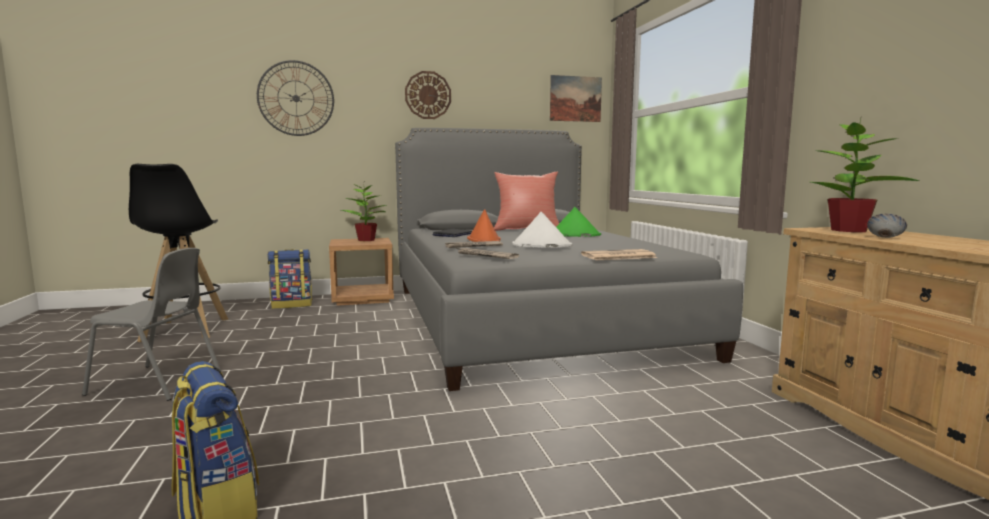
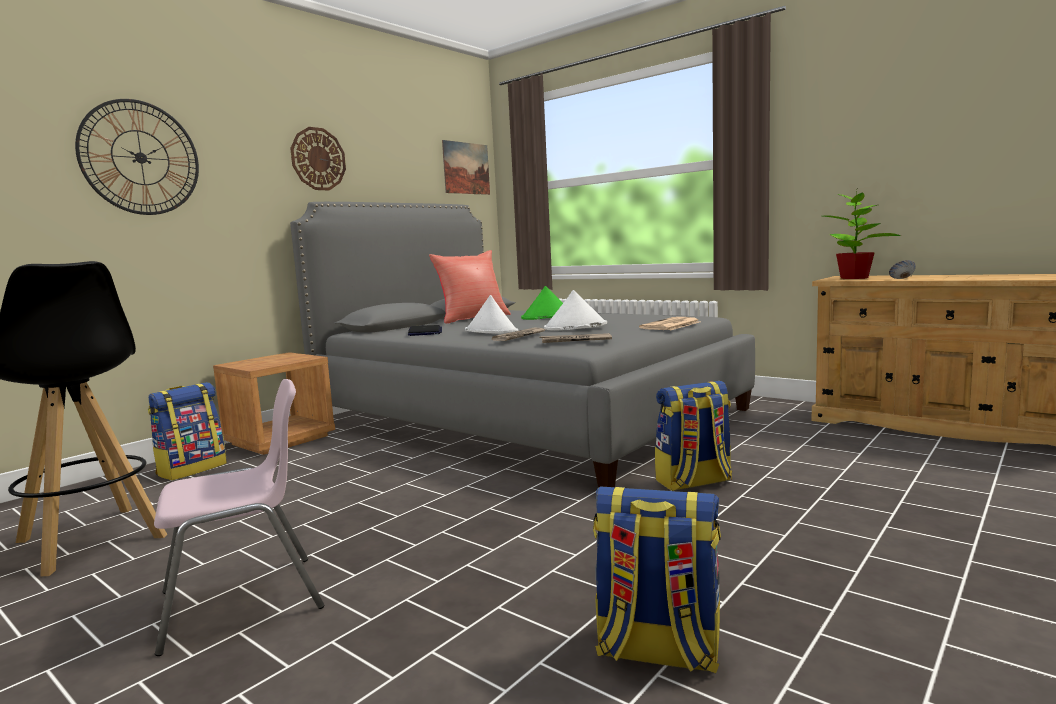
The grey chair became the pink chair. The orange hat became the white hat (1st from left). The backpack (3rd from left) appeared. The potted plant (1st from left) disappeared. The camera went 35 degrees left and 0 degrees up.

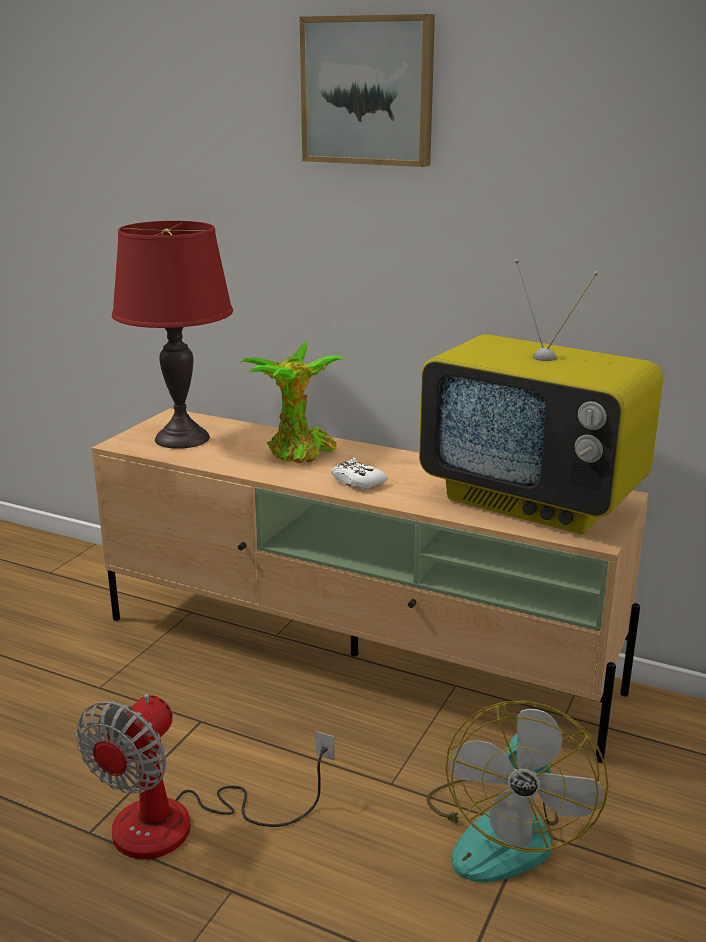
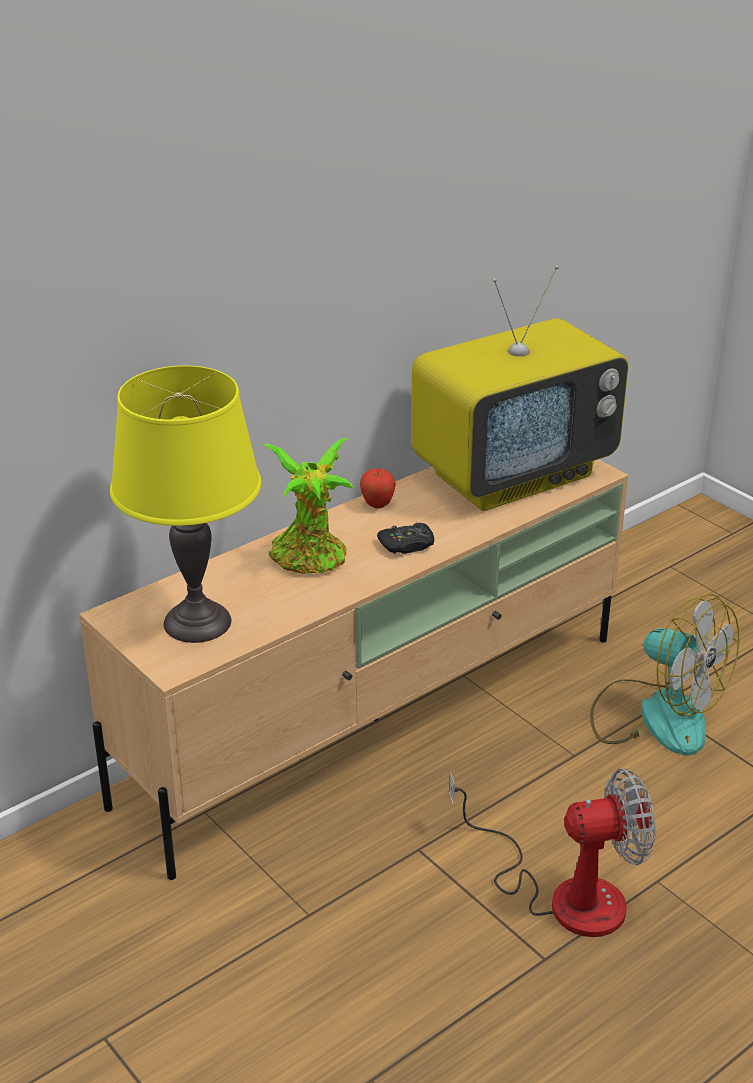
The red table lamp became the yellow table lamp. The apple appeared. The white game controller became the black game controller. The fan (1st from left) turned 60 degrees counterclockwise. The picture disappeared. The camera went 65 degrees left and 10 degrees up.

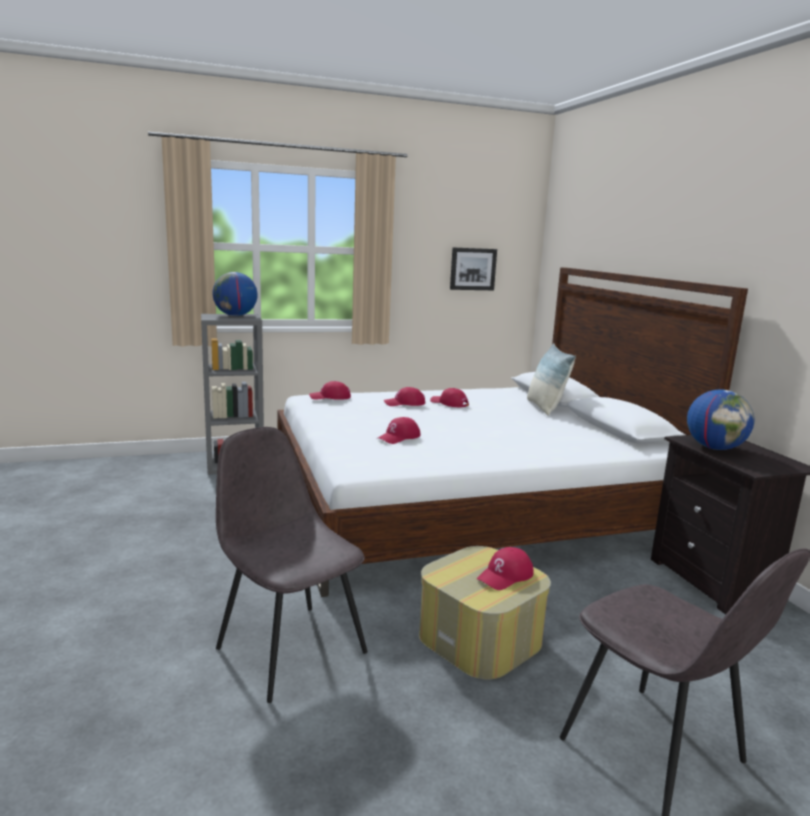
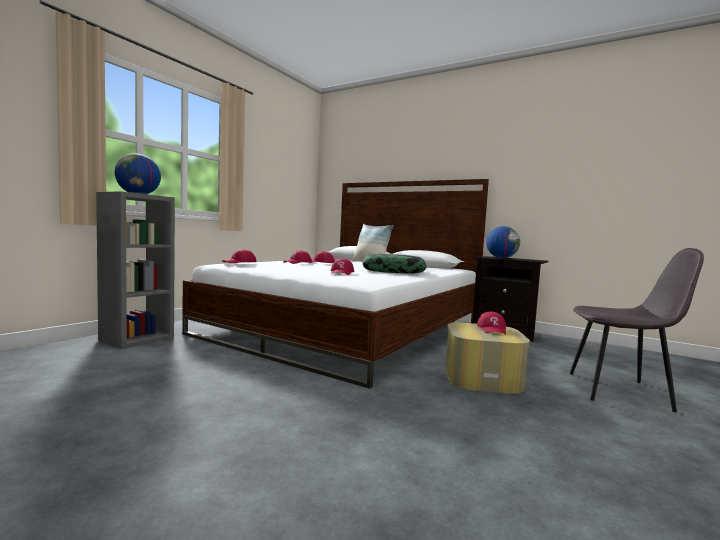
The pillow (2nd from left) appeared. The grey chair (1st from left) disappeared. The picture disappeared. The camera went 40 degrees left and 10 degrees down.

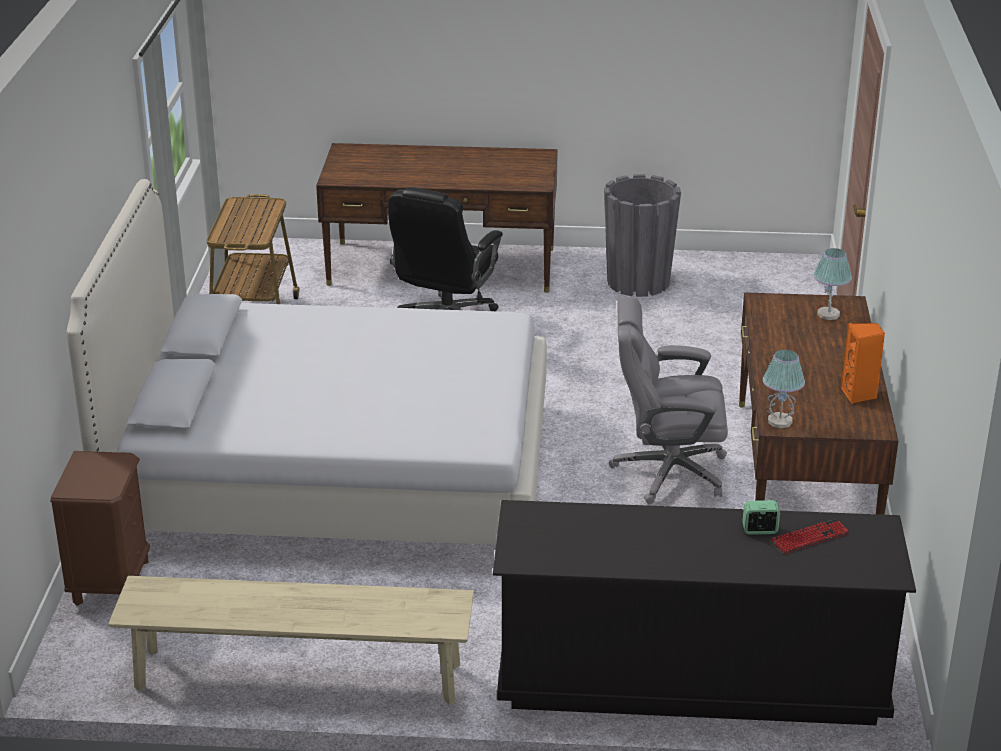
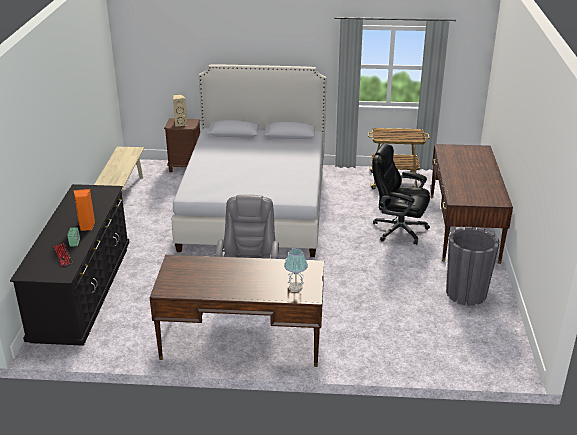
The orange speaker moved. The beige speaker appeared. The table lamp (1st from left) disappeared. The camera went 90 degrees right and 0 degrees up.

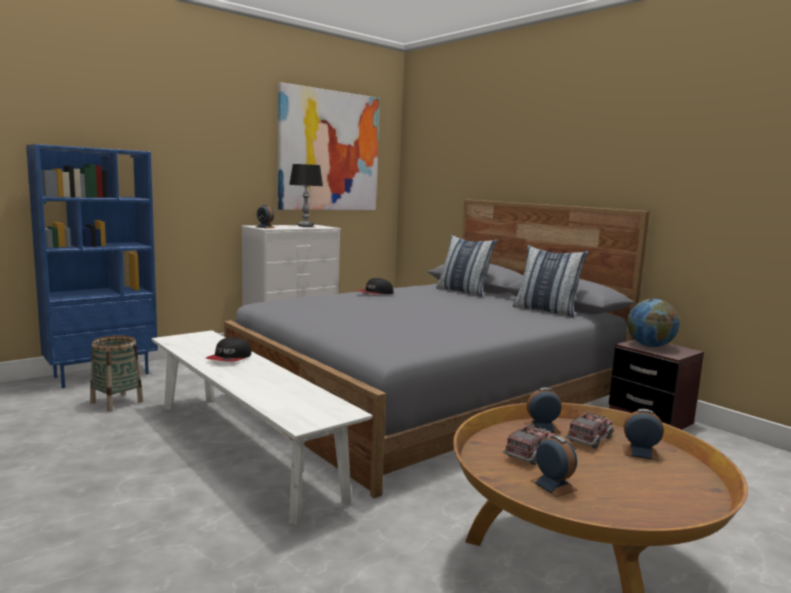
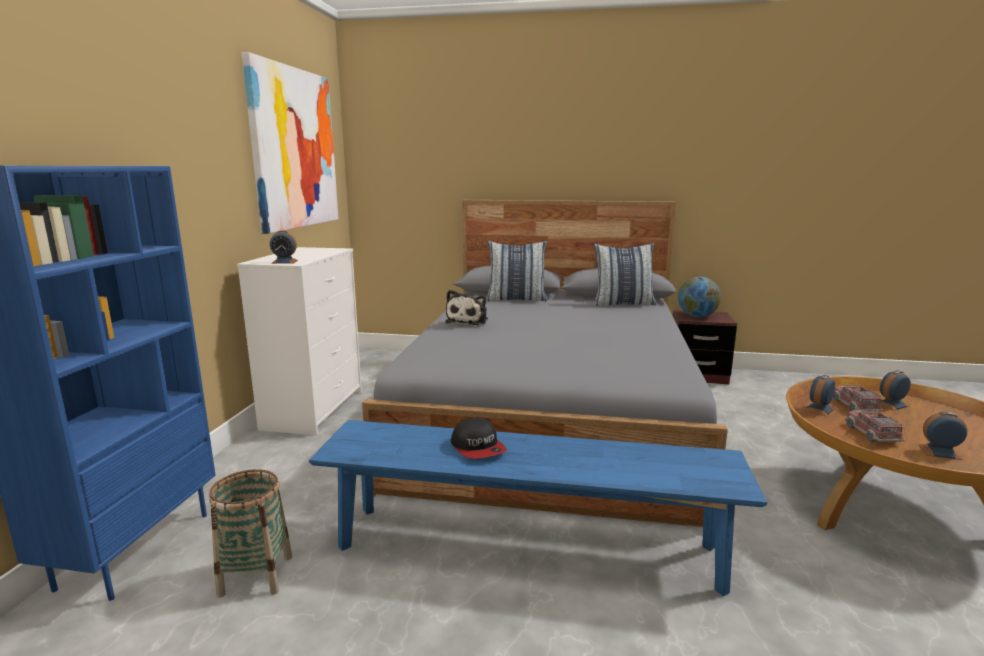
The white bench became the blue bench. The cap (2nd from left) was replaced by the plush toy. The table lamp disappeared. The camera went 40 degrees left and 5 degrees up.

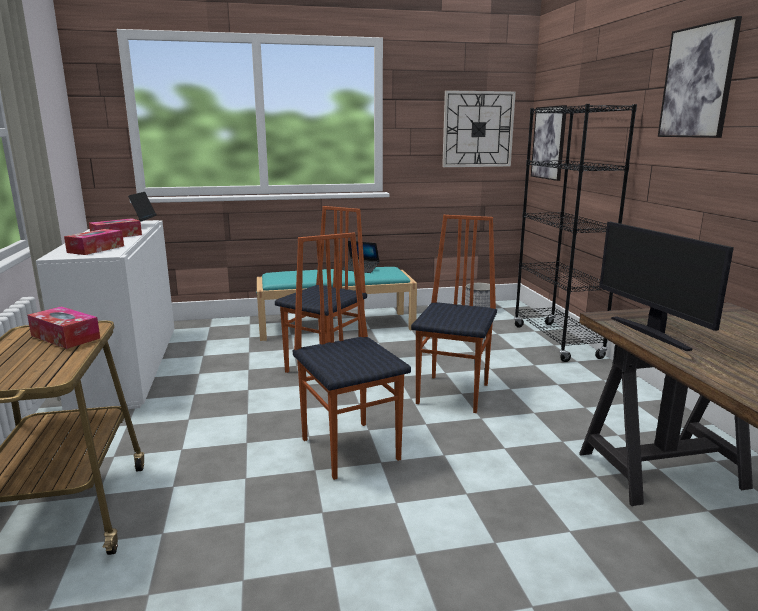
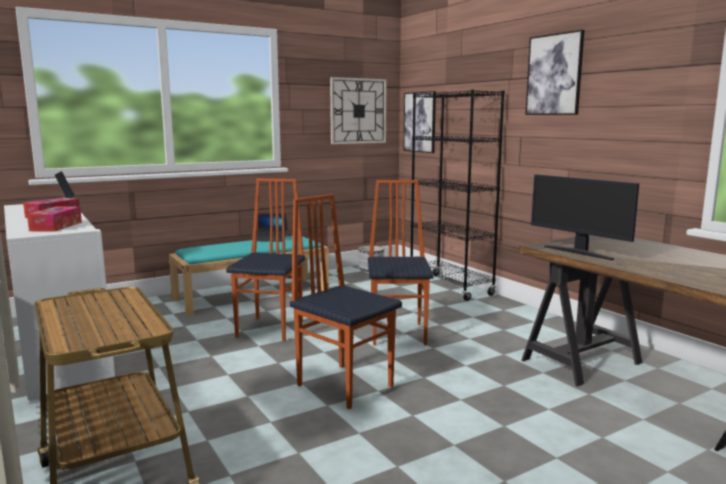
The tissue box (1st from left) disappeared. The camera went 20 degrees left and 5 degrees down.

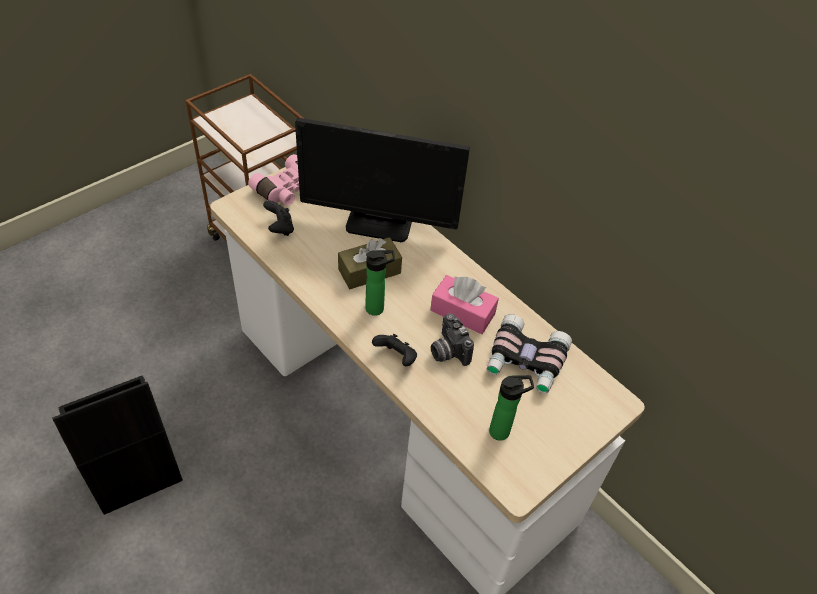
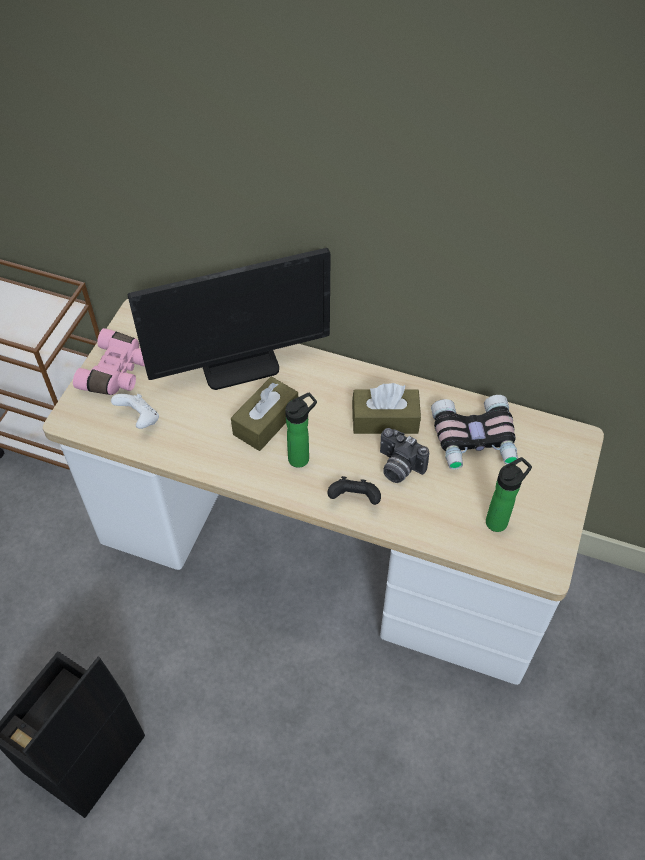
The black game controller (1st from left) became the white game controller. The pink tissue box became the brown tissue box (2nd from left). The camera went 25 degrees left and 5 degrees up.

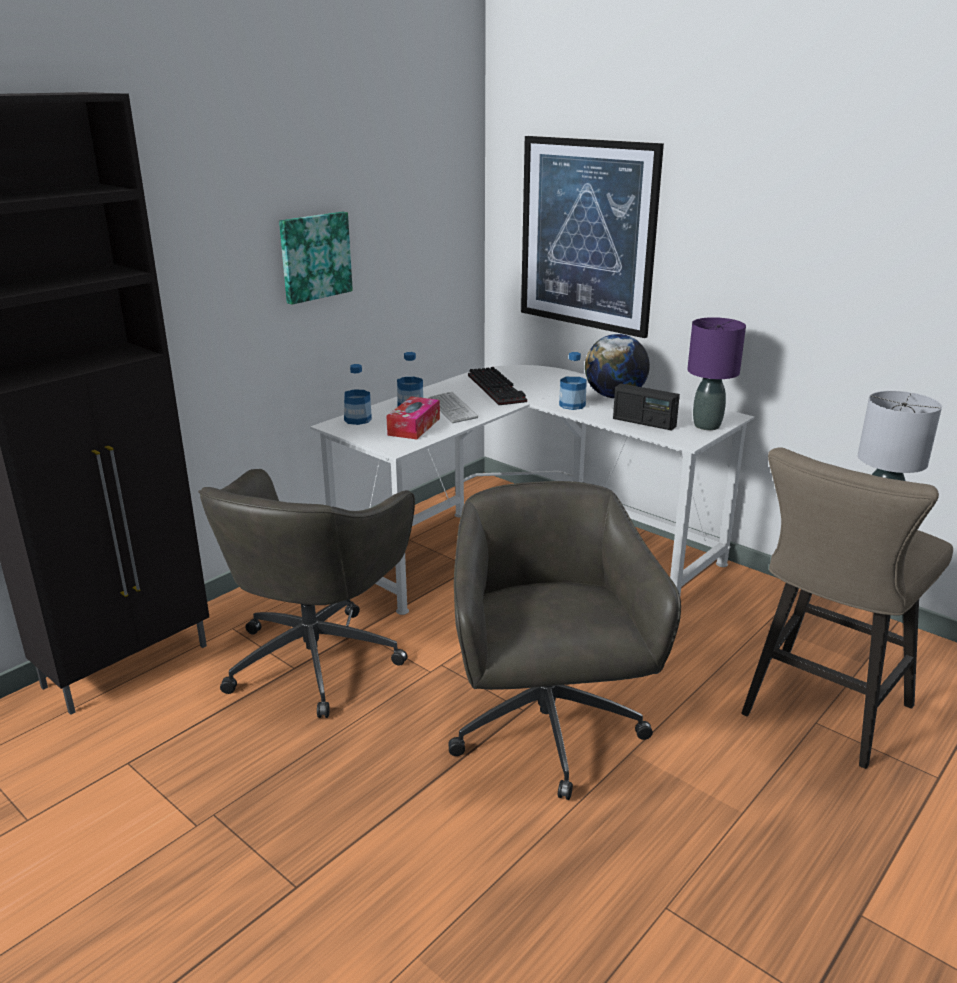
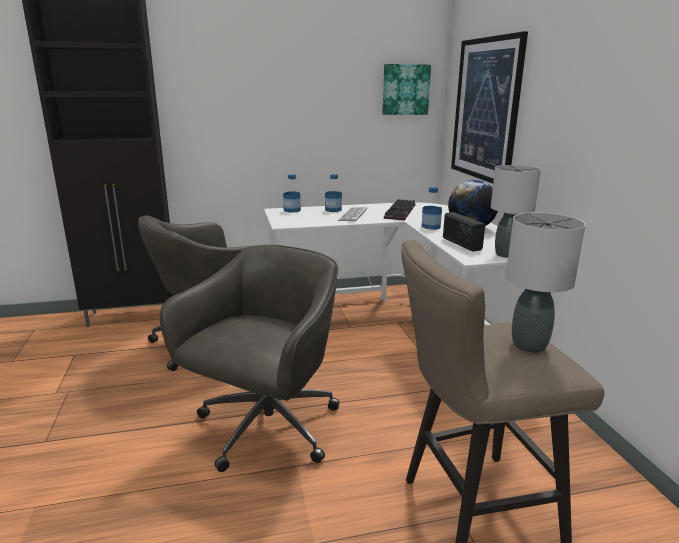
The picture (1st from left) moved. The purple table lamp became the grey table lamp (1st from left). The tissue box disappeared. The camera went 35 degrees right and 5 degrees down.

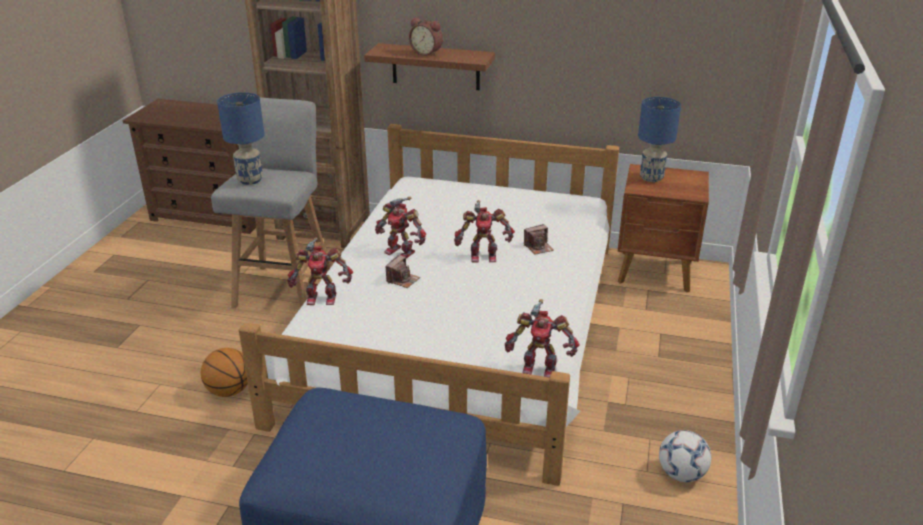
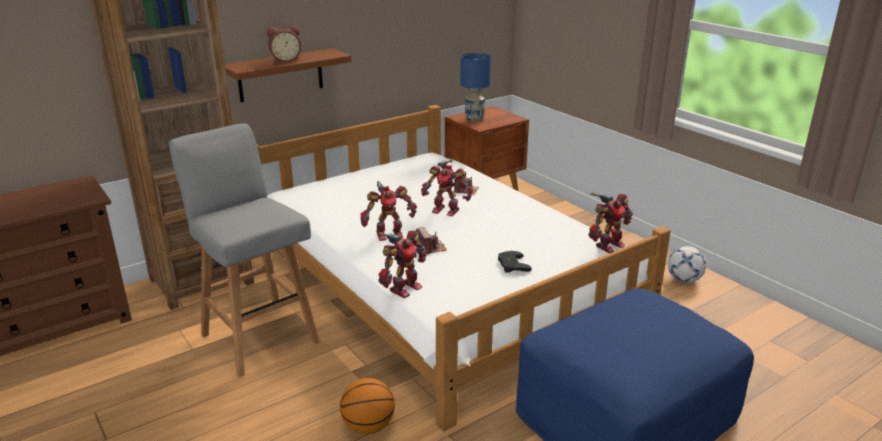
The toy robot (3rd from left) turned 75 degrees clockwise. The black game controller appeared. The blue table lamp (1st from left) disappeared. The camera went 50 degrees left and 5 degrees down.

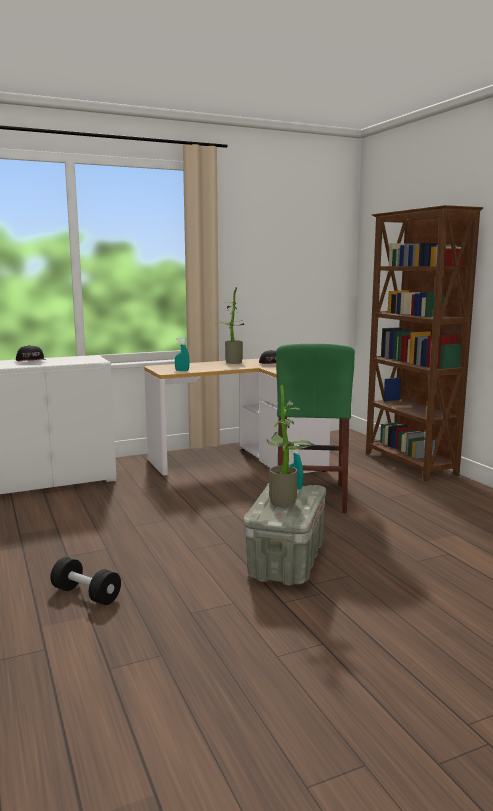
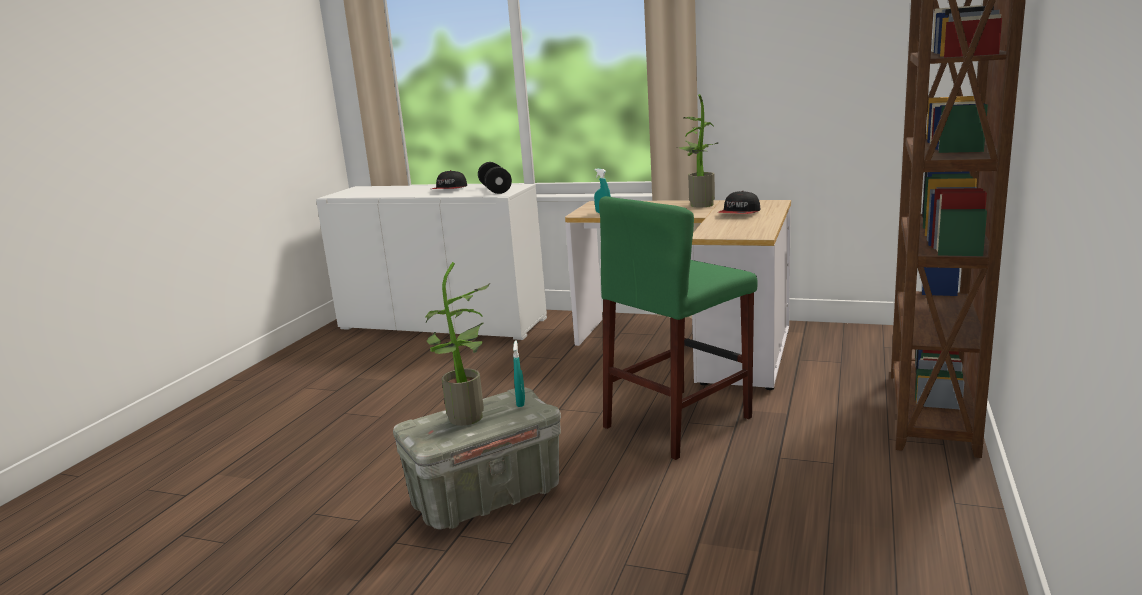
The black dumbbell moved. The camera went 45 degrees right and 5 degrees up.

